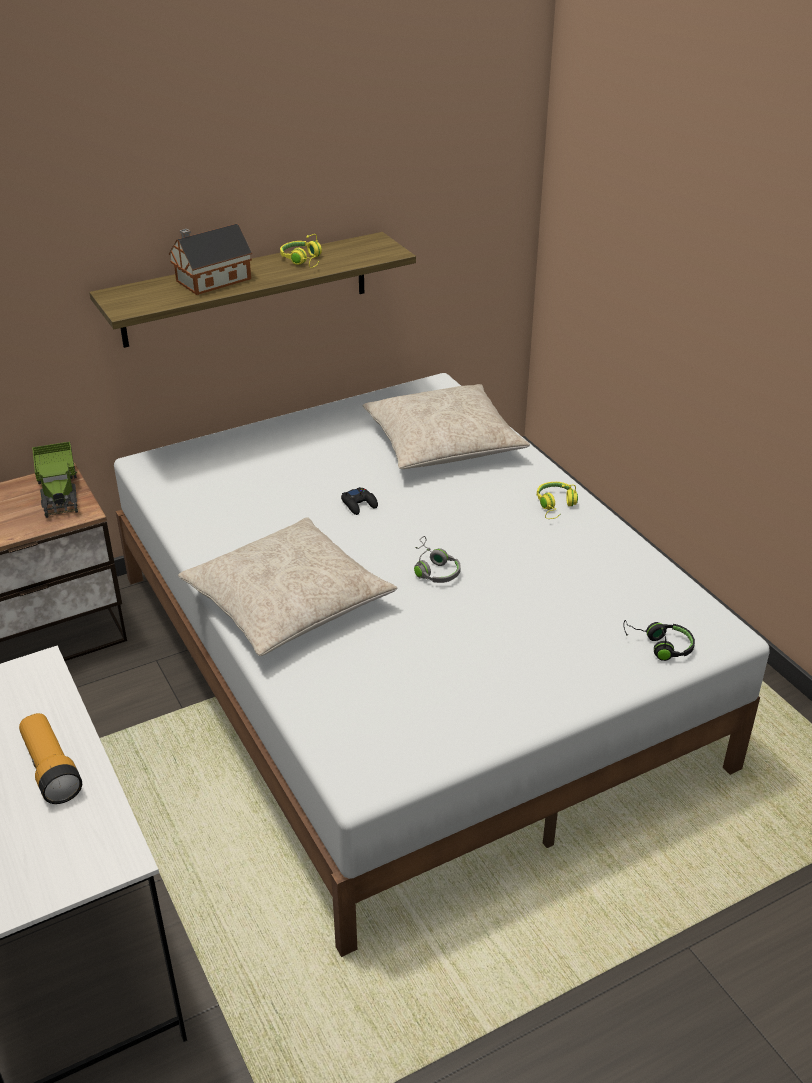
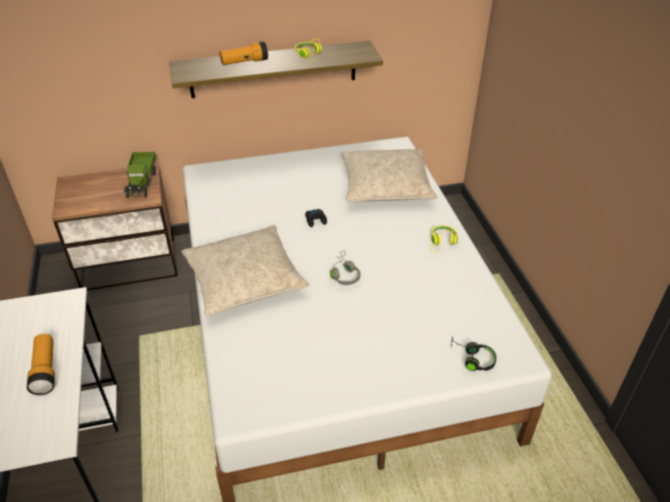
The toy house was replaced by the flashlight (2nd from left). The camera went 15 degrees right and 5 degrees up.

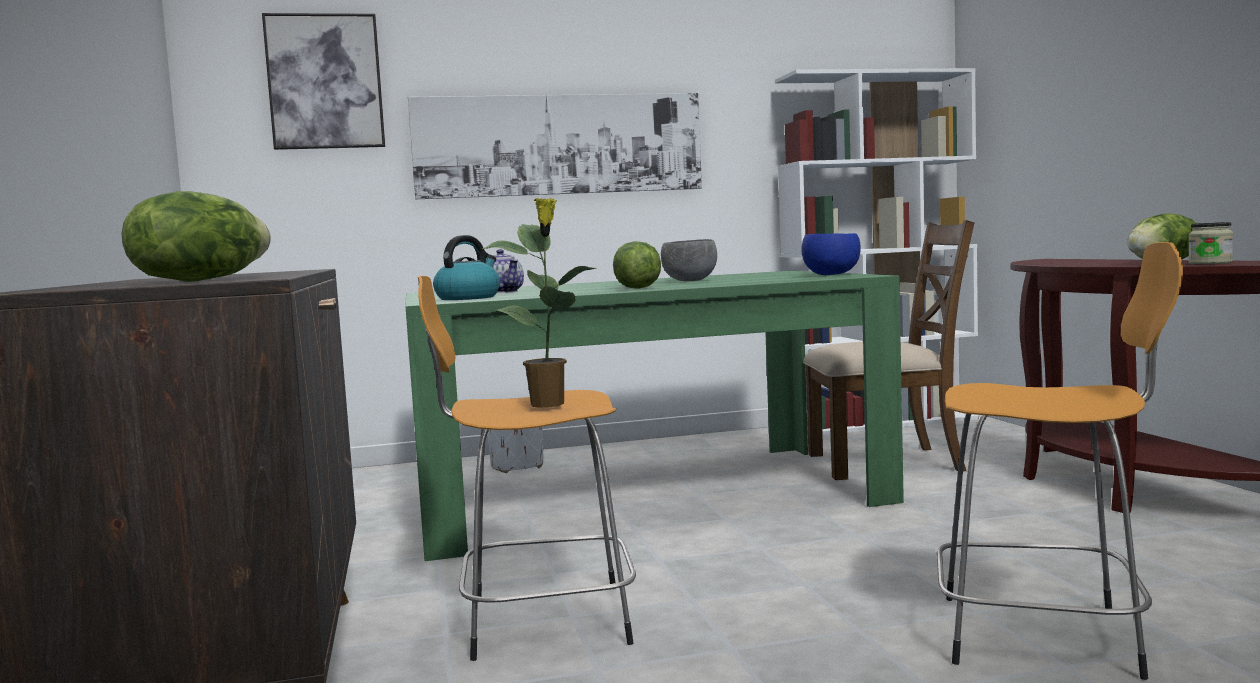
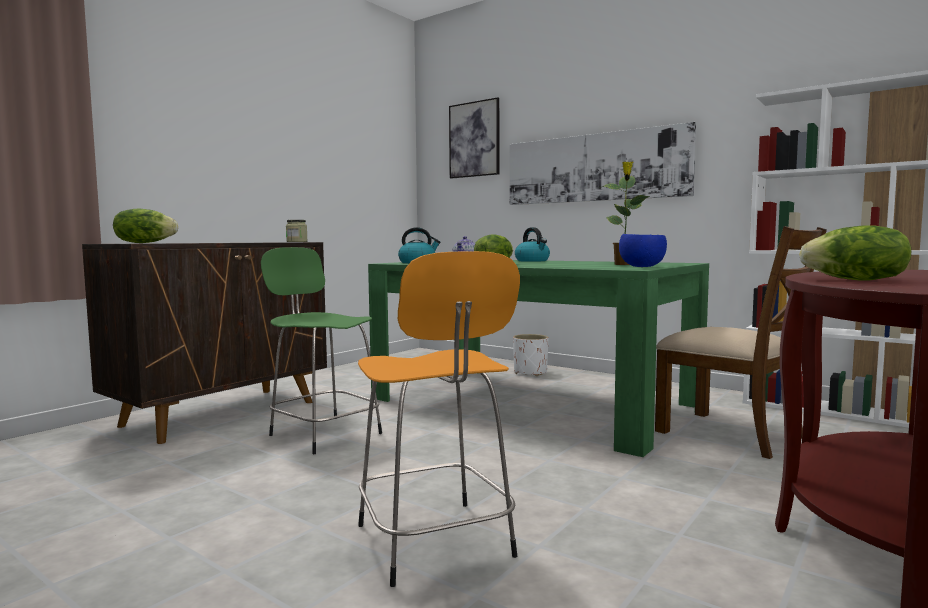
The orange stool (1st from left) became the green stool. The jar moved. The kettle (2nd from left) appeared. The potted plant moved. The grey bowl disappeared. The camera went 50 degrees right and 0 degrees up.

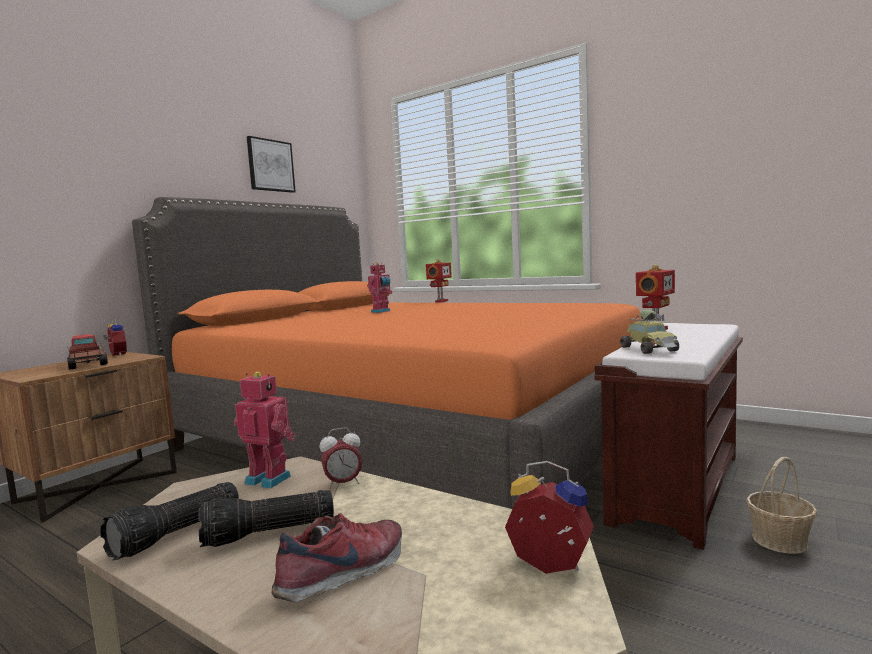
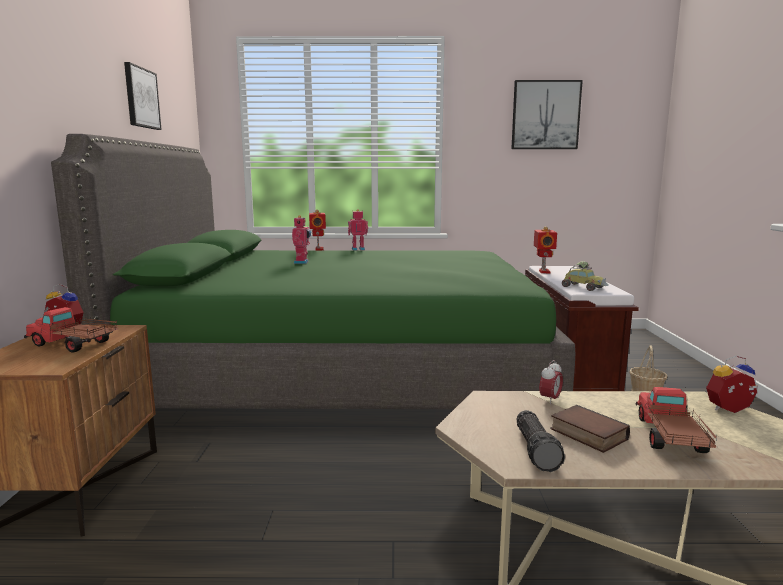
The orange bed became the green bed. The toy robot (1st from left in the first image) moved. The picture (2nd from left) appeared. The flashlight (2nd from left) was replaced by the book. The shoe was replaced by the toy truck (2nd from left). The camera went 35 degrees left and 5 degrees up.

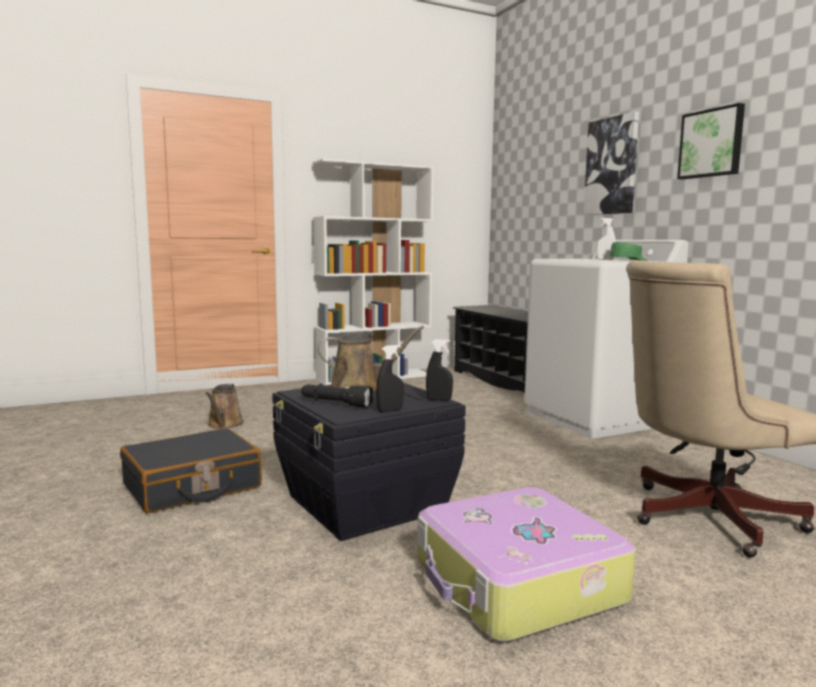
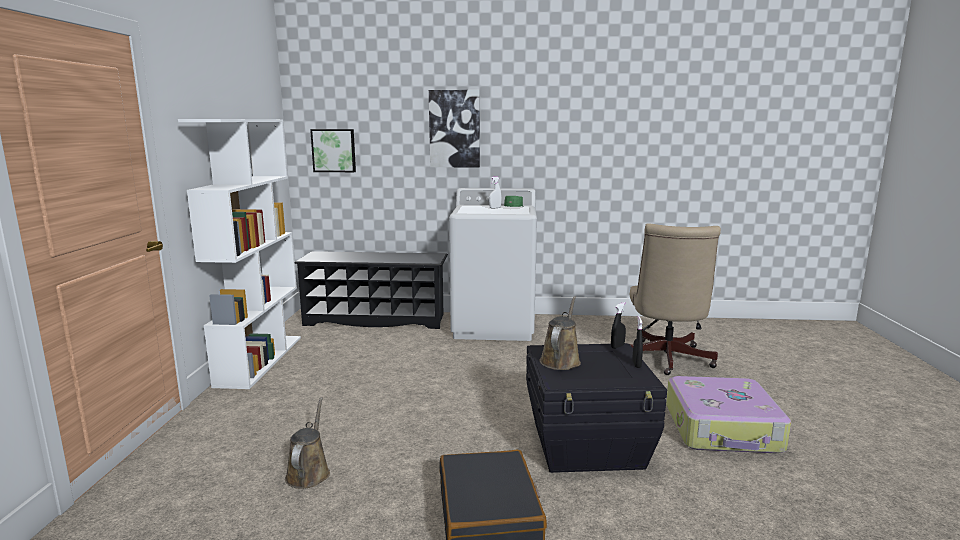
The brown watering can (1st from left) turned 120 degrees counterclockwise. The picture (2nd from left in the first image) moved. The black flashlight disappeared. The camera went 60 degrees left and 5 degrees up.

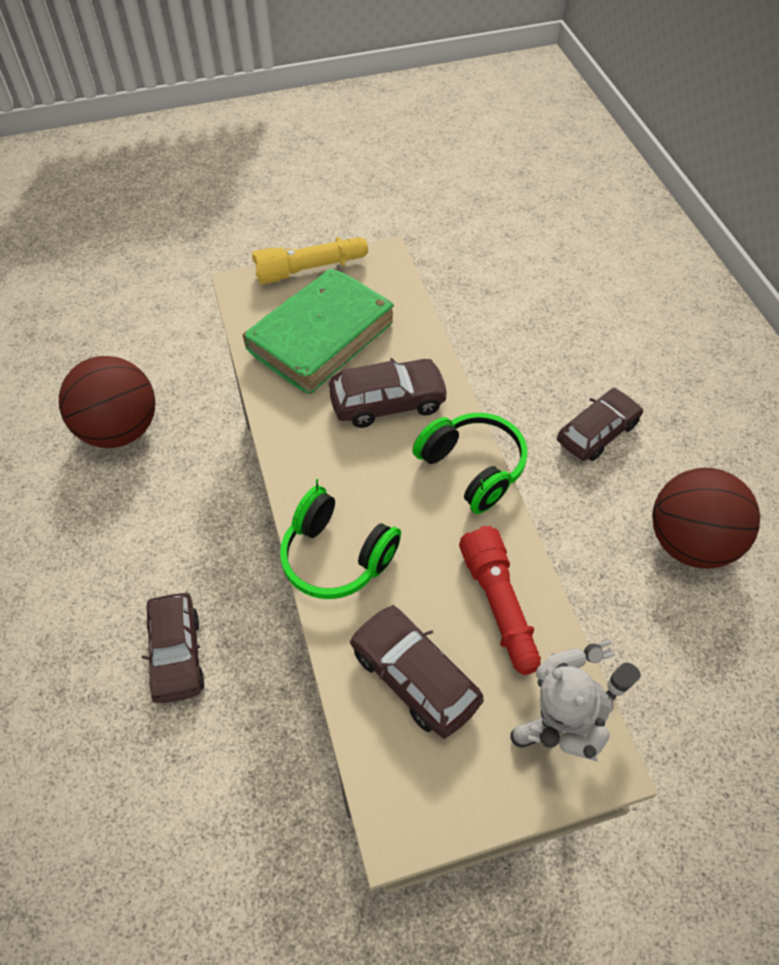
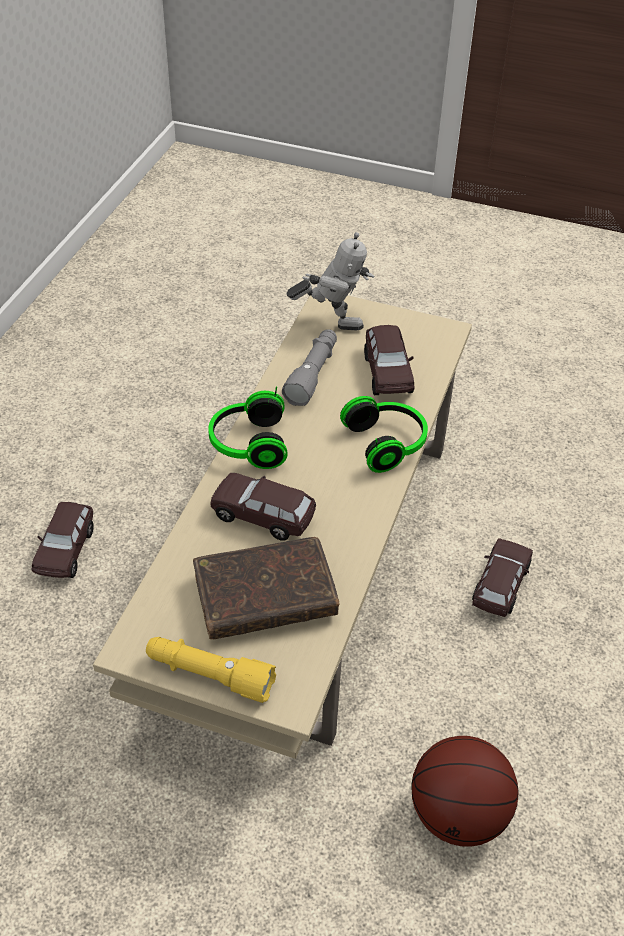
The brown toy car (4th from left in the first image) turned 75 degrees counterclockwise. The green book became the brown book. The red flashlight became the grey flashlight. The basketball (2nd from left) disappeared. The camera went 145 degrees left and 10 degrees down.

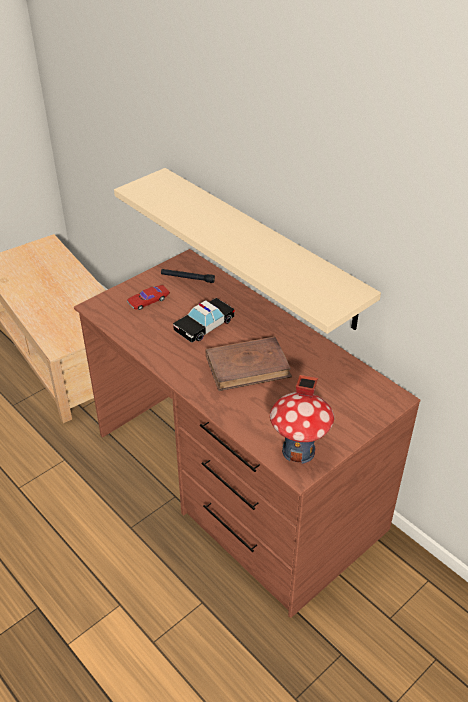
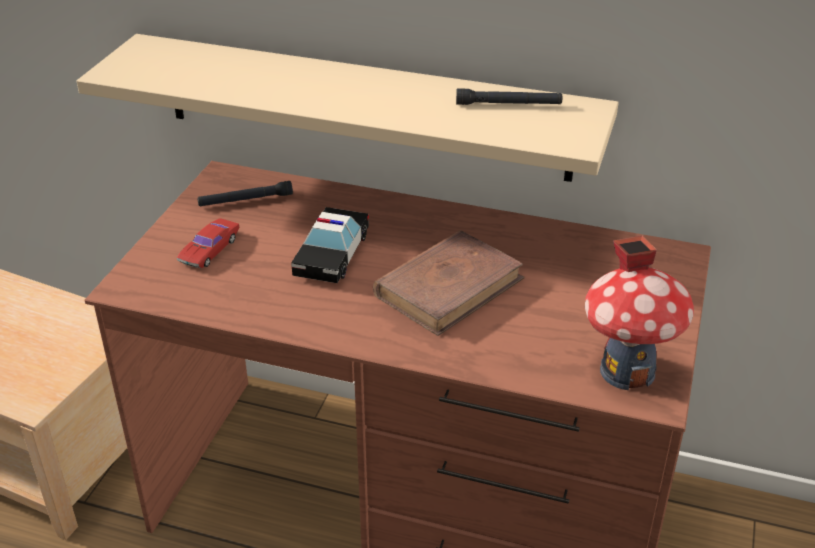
The black flashlight (2nd from left) appeared. The camera went 30 degrees left and 5 degrees down.

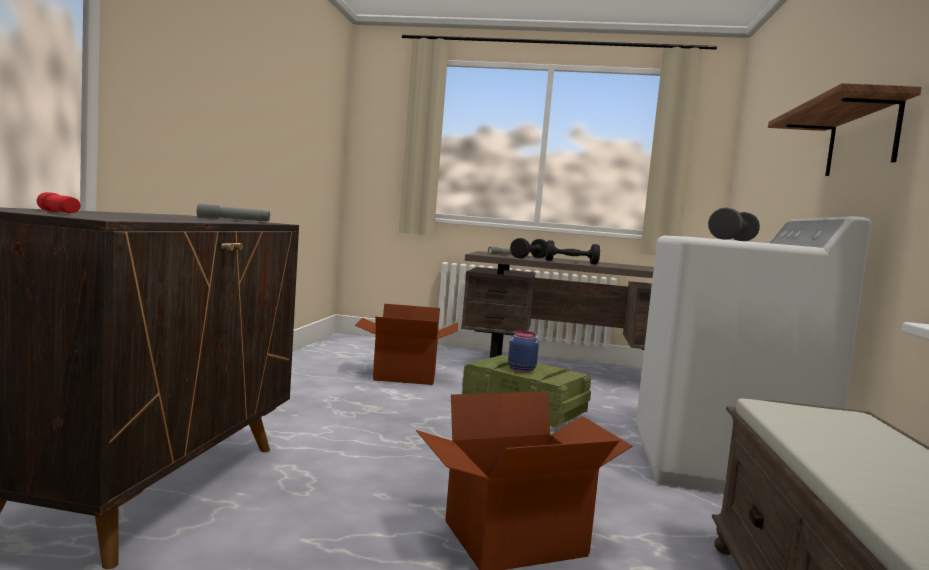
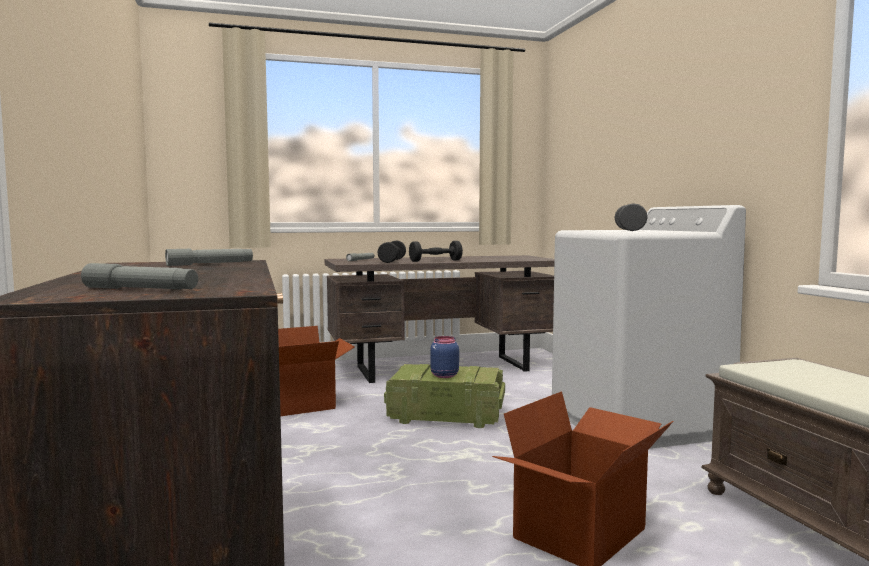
The red flashlight became the grey flashlight (1st from left). The shelf disappeared. The camera went 25 degrees left and 0 degrees up.

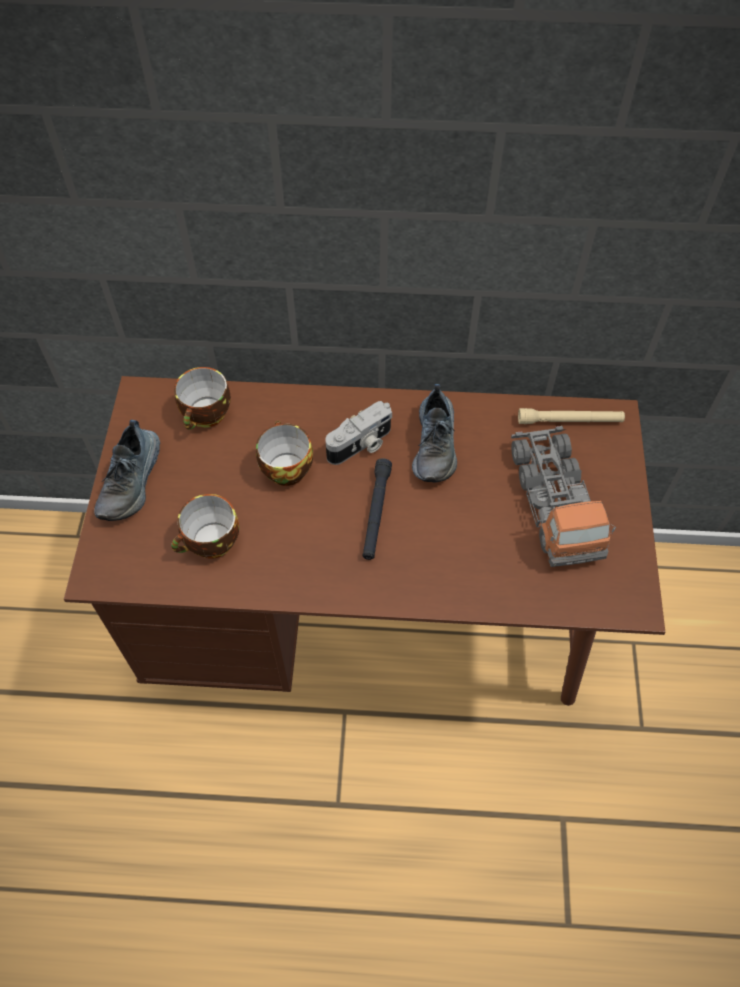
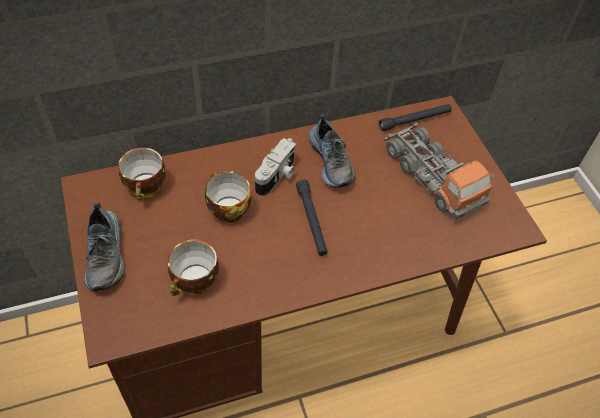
The beige flashlight became the black flashlight (2nd from left). The camera went 25 degrees left and 5 degrees down.

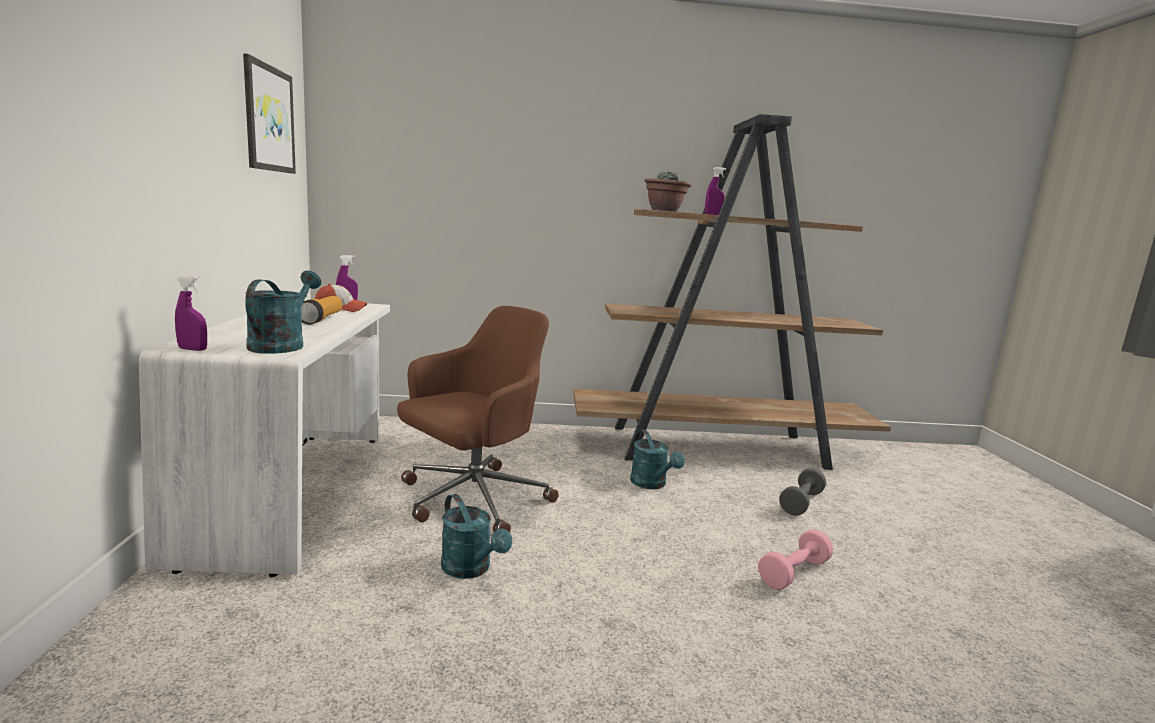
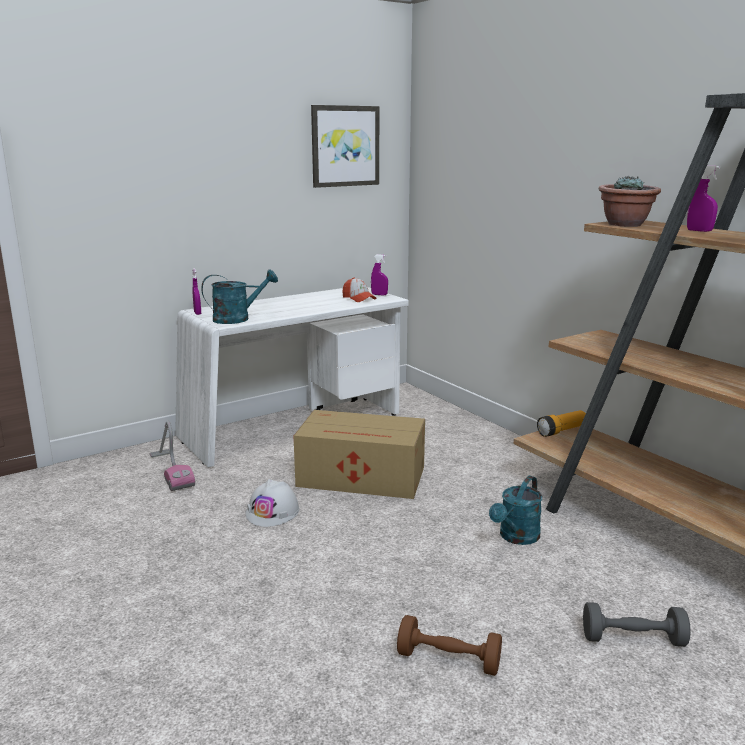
The vacuum cleaner appeared. The turquoise watering can (2nd from left) was replaced by the white hard hat. The brown office chair was replaced by the cardboard box. The pink dumbbell became the brown dumbbell. The flashlight moved. The camera went 60 degrees right and 5 degrees up.

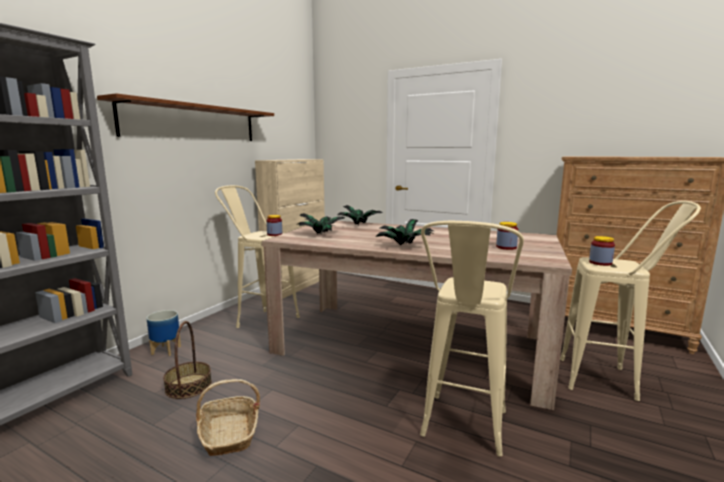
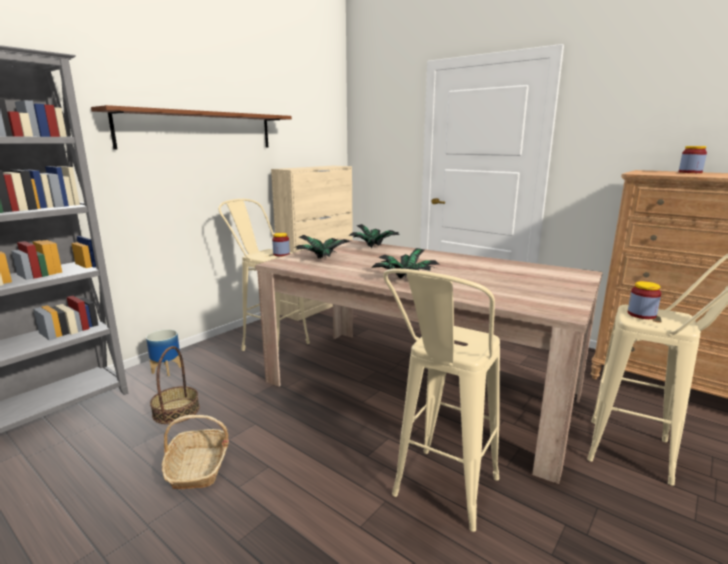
The jar (2nd from left in the first image) moved. The camera went 10 degrees right and 5 degrees up.

